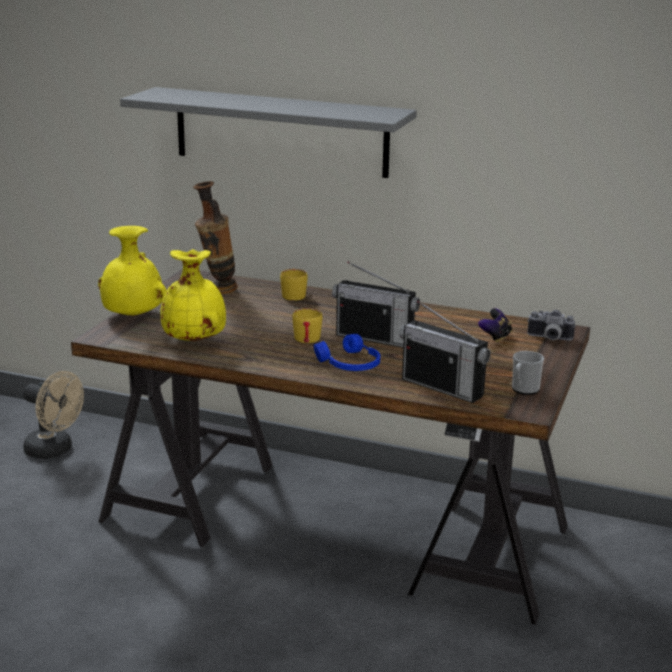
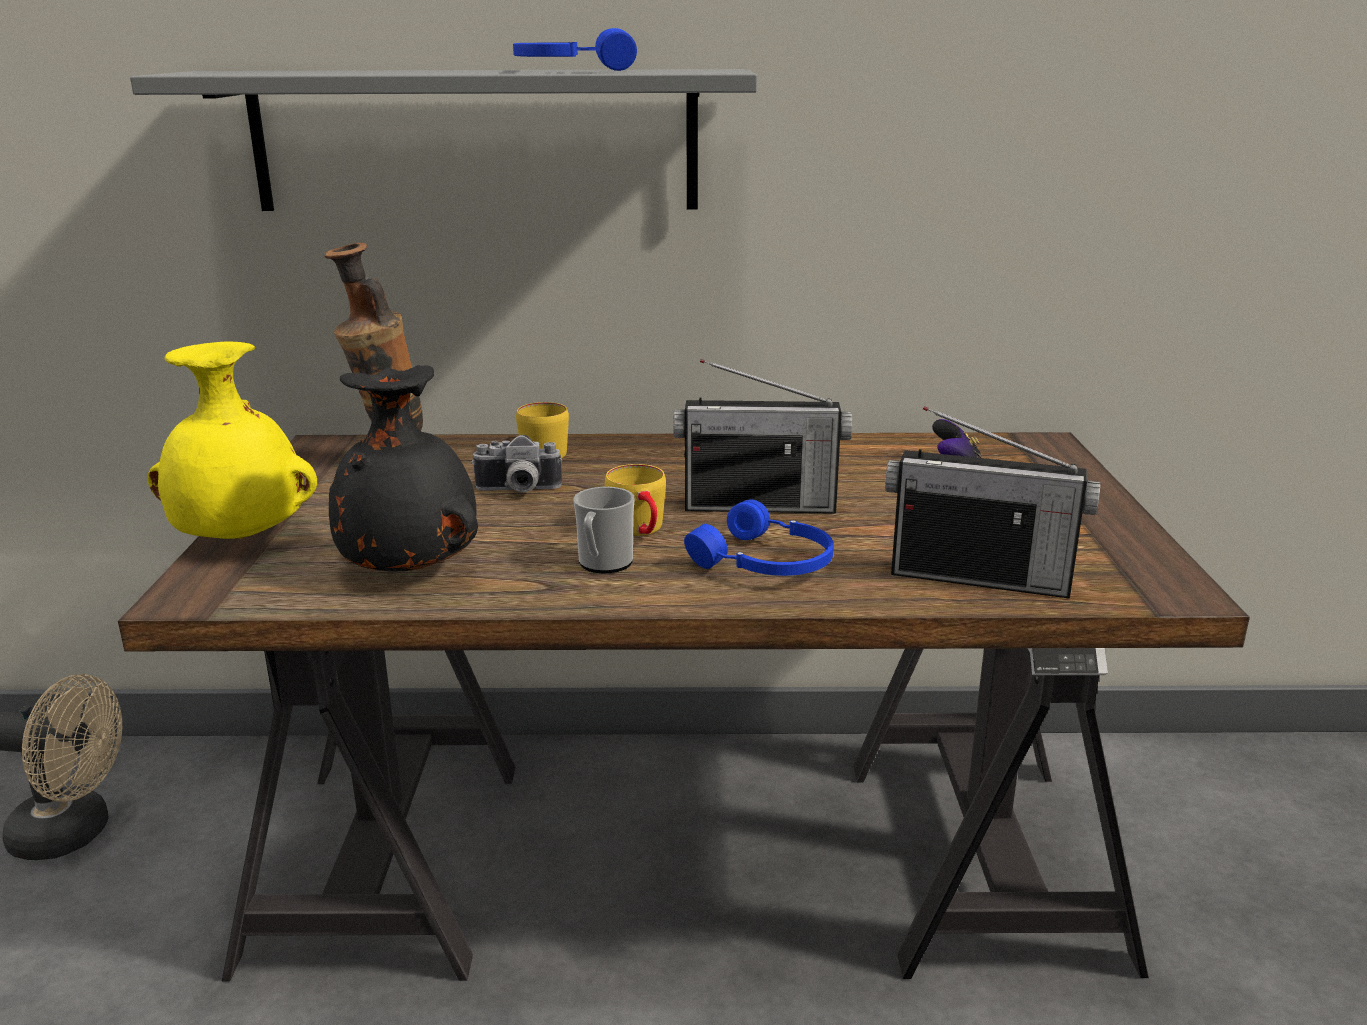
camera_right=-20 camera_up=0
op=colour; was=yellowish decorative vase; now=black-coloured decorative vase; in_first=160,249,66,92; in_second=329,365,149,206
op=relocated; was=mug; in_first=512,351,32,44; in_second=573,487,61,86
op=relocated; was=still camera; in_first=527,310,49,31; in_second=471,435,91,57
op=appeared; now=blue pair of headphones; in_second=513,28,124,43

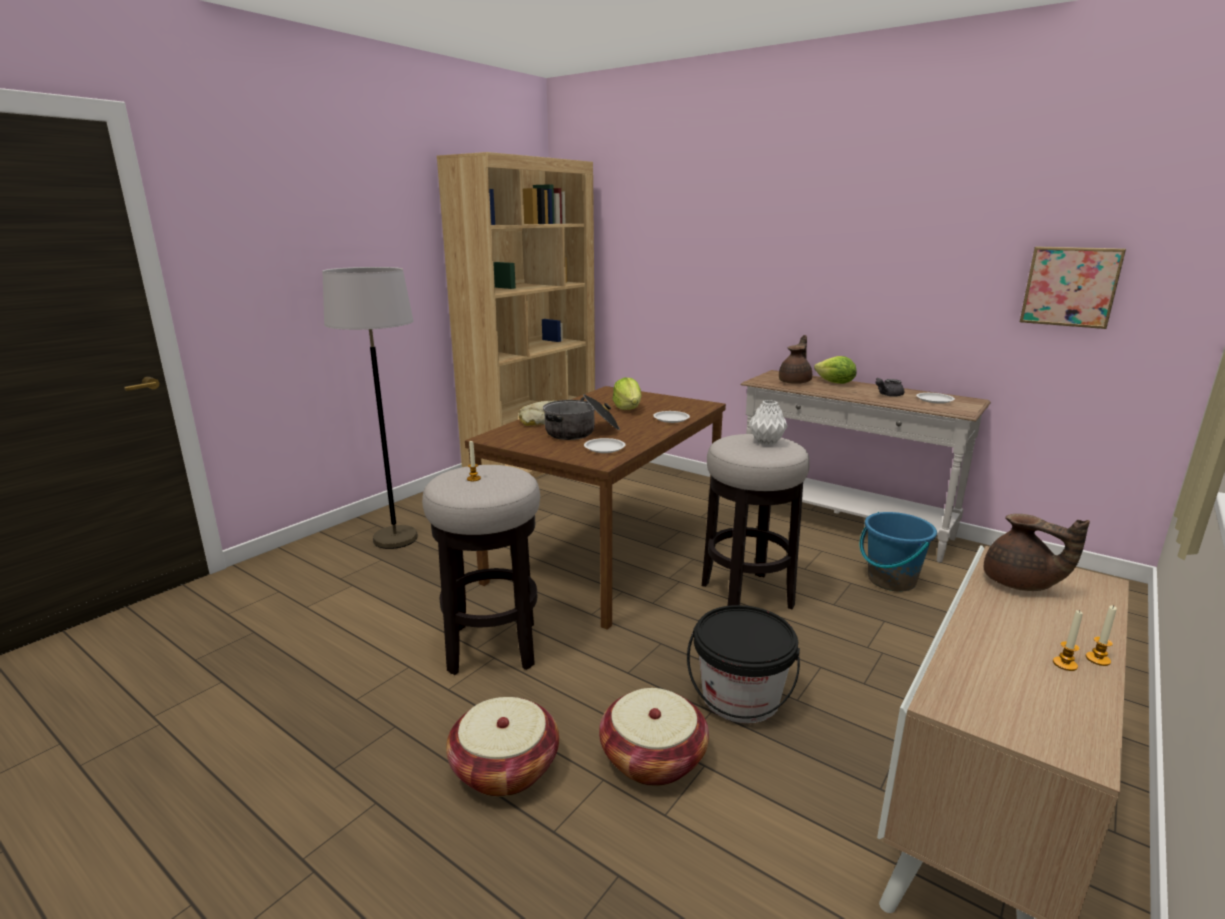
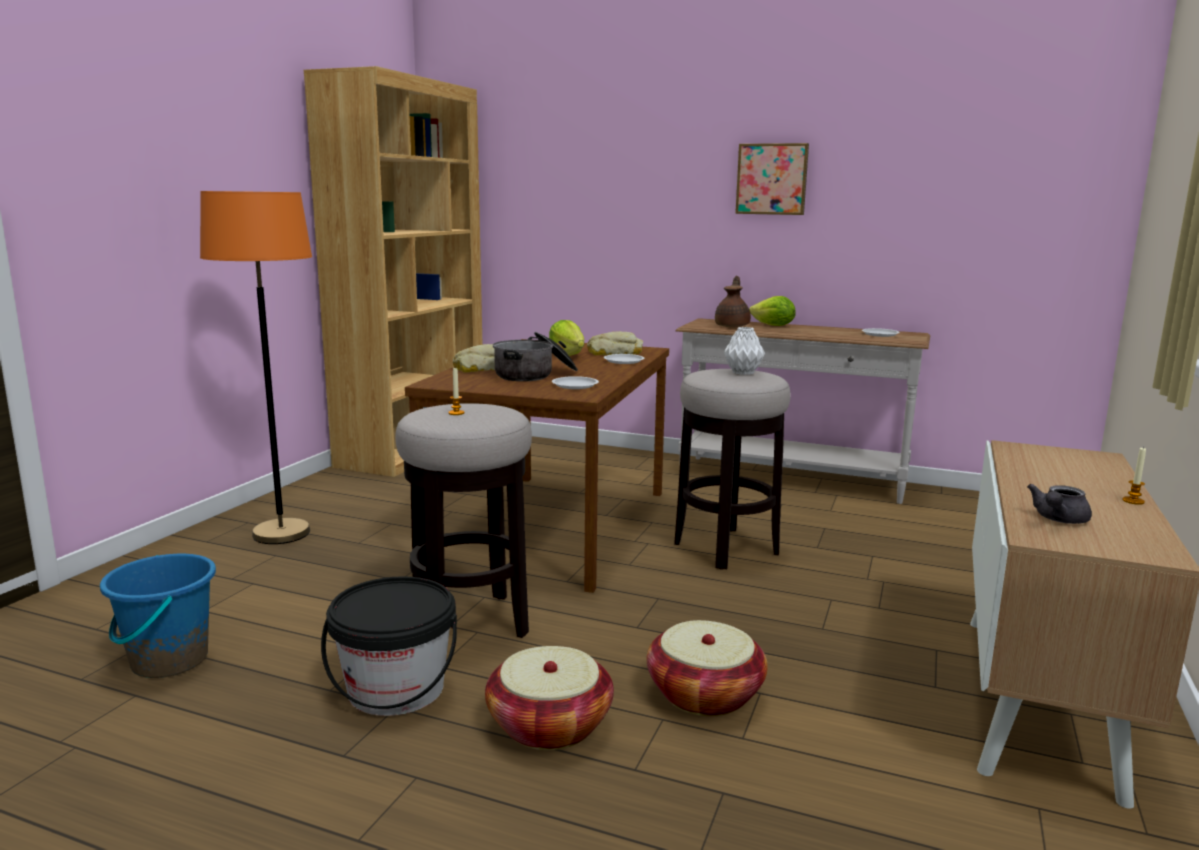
camera_right=-15 camera_up=-5
op=colour; was=grey standard lamp; now=orange standard lamp; in_first=322,267,96,282; in_second=200,191,112,353
op=relocated; was=black-coloured pail; in_first=687,605,113,118; in_second=321,576,136,140
op=relocated; was=blue pail; in_first=860,512,77,80; in_second=100,554,116,124
op=relocated; was=grey tea pot; in_first=876,378,28,19; in_second=1027,484,65,40
op=missing; was=brownish tea pot; in_first=984,514,106,77
op=relocated; was=wall picture; in_first=1020,246,106,83; in_second=735,143,74,72
op=missing; was=wax light; in_first=1053,610,30,61
op=appeared; now=bakery bread; in_second=587,331,56,24

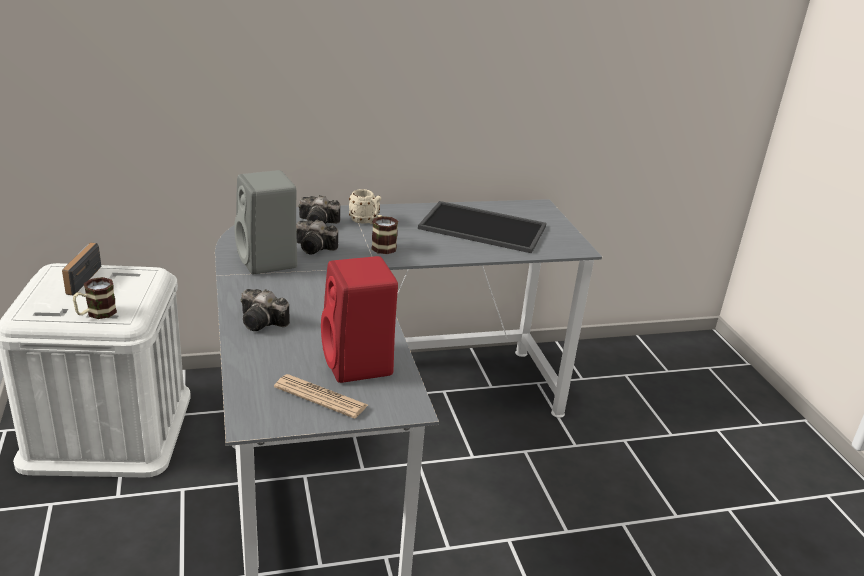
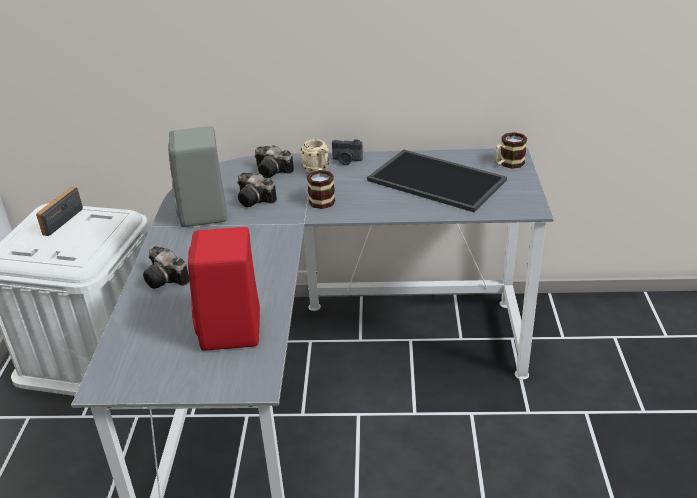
camera_right=20 camera_up=5
op=relocated; was=mug; in_first=73,277,44,42; in_second=495,132,32,37
op=missing; was=printed paper; in_first=274,374,94,44
op=appeared; now=still camera; in_second=332,139,31,26

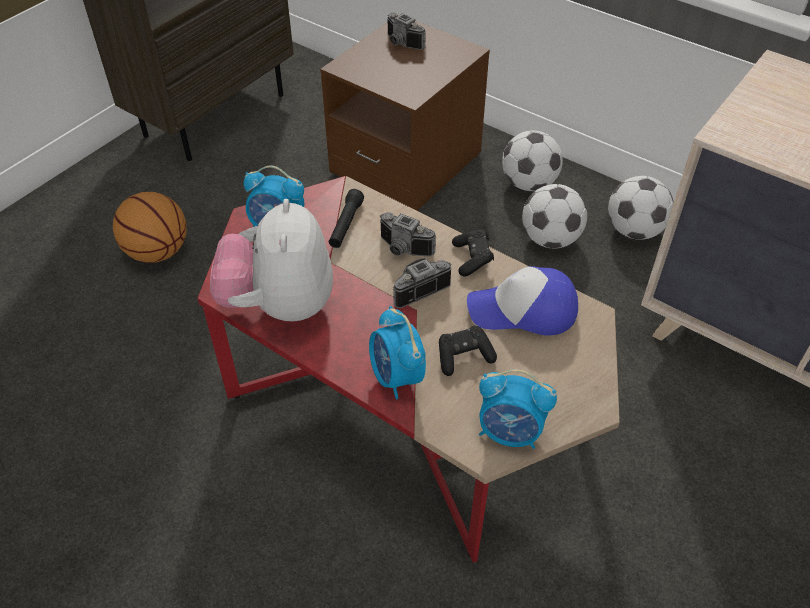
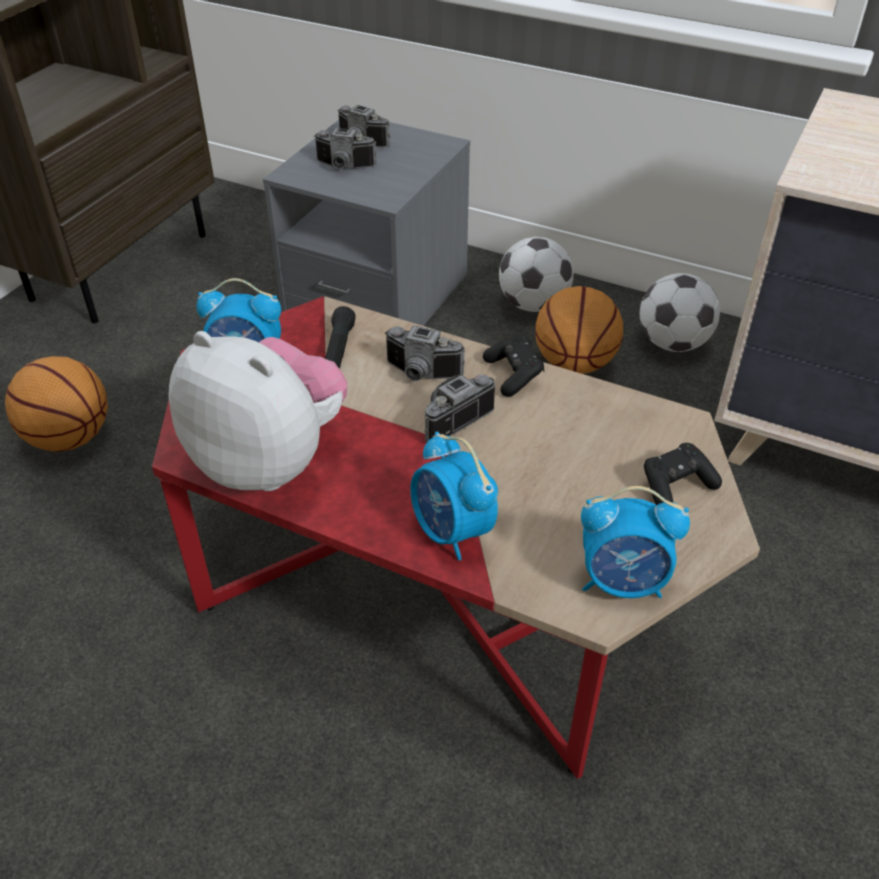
camera_right=-10 camera_up=-5
op=spun; was=cuddly toy; in_first=210,199,123,123; in_second=168,331,179,160; clockwise=135
op=colour; was=brownish bedside table; now=grey bedside table; in_first=320,14,170,197; in_second=263,120,207,206
op=relocated; was=black-coloured joypad; in_first=439,326,58,50; in_second=644,443,78,62
op=missing; was=baseball cap; in_first=467,266,111,70
op=exchanged; was=football ball; now=basketball ball; in_first=522,184,65,65; in_second=535,286,88,88
op=appeared; now=still camera; in_second=314,128,63,41

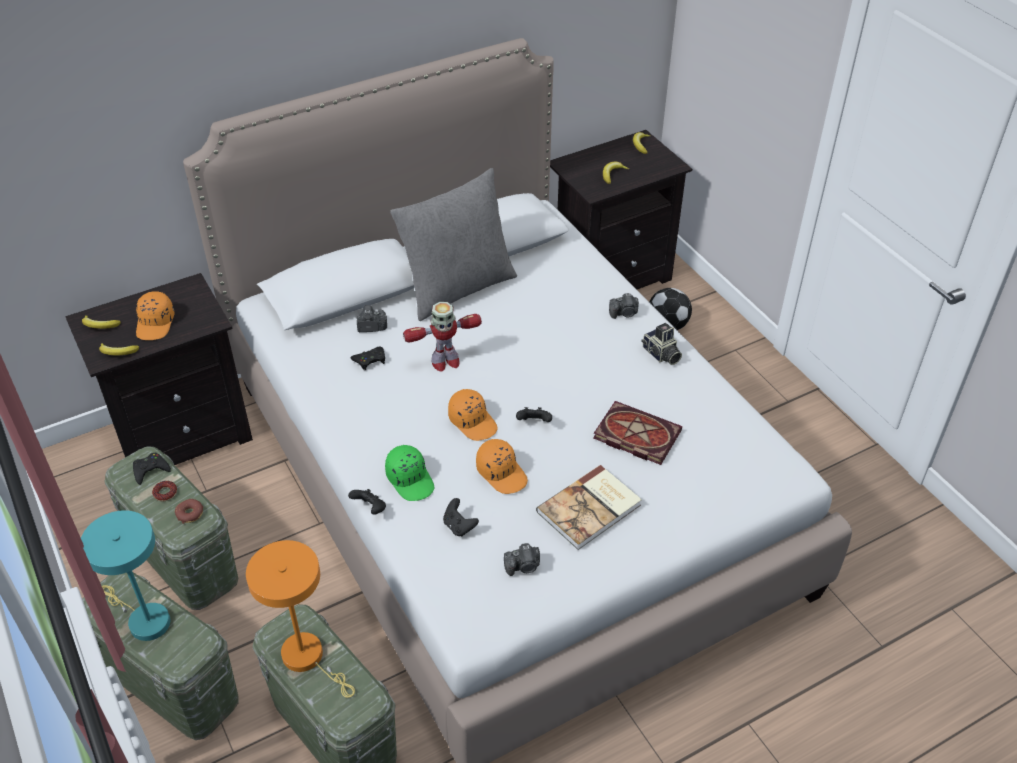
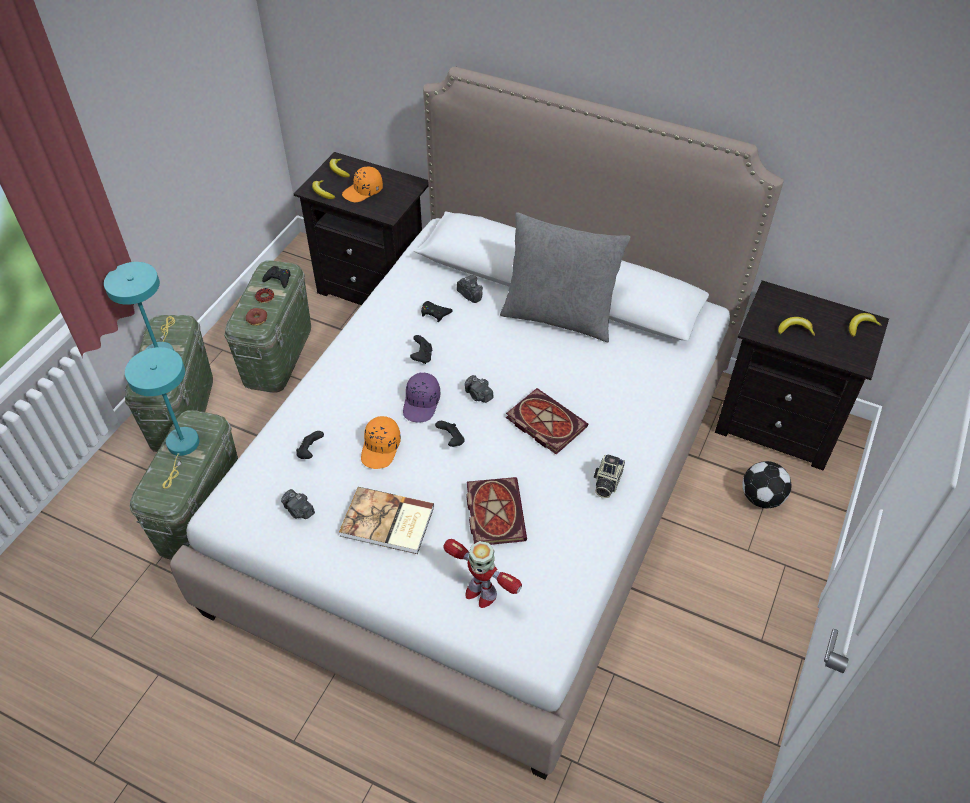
camera_right=55 camera_up=5
op=colour; was=orange table lamp; now=turquoise table lamp; in_first=246,540,109,158; in_second=125,347,74,142
op=relocated; was=black-coloured joypad; in_first=348,489,38,26; in_second=410,335,22,29
op=missing; was=green-coloured baseball cap; in_first=385,445,49,56
op=relocated; was=model robot; in_first=403,302,79,70; in_second=443,539,79,69
op=colour; was=orange baseball cap; now=purple-coloured baseball cap; in_first=448,389,50,52; in_second=403,373,37,50
op=relocated; was=still camera; in_first=609,293,30,26; in_second=464,375,29,28
op=appeared; now=book; in_second=506,388,82,66

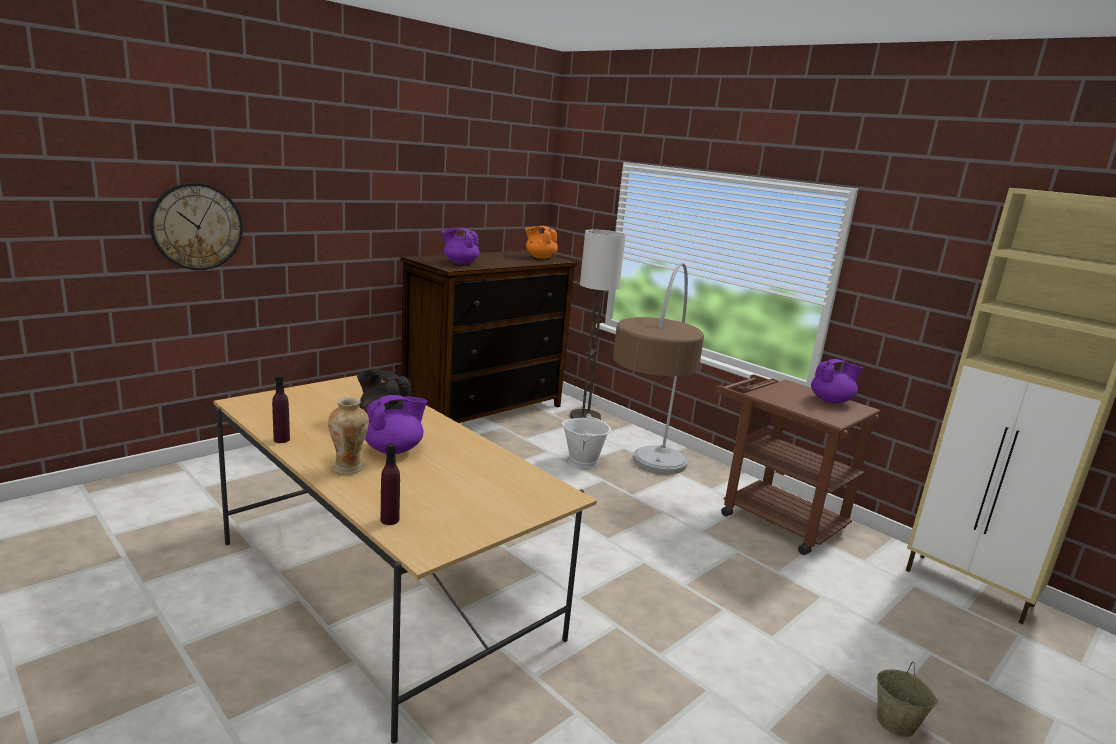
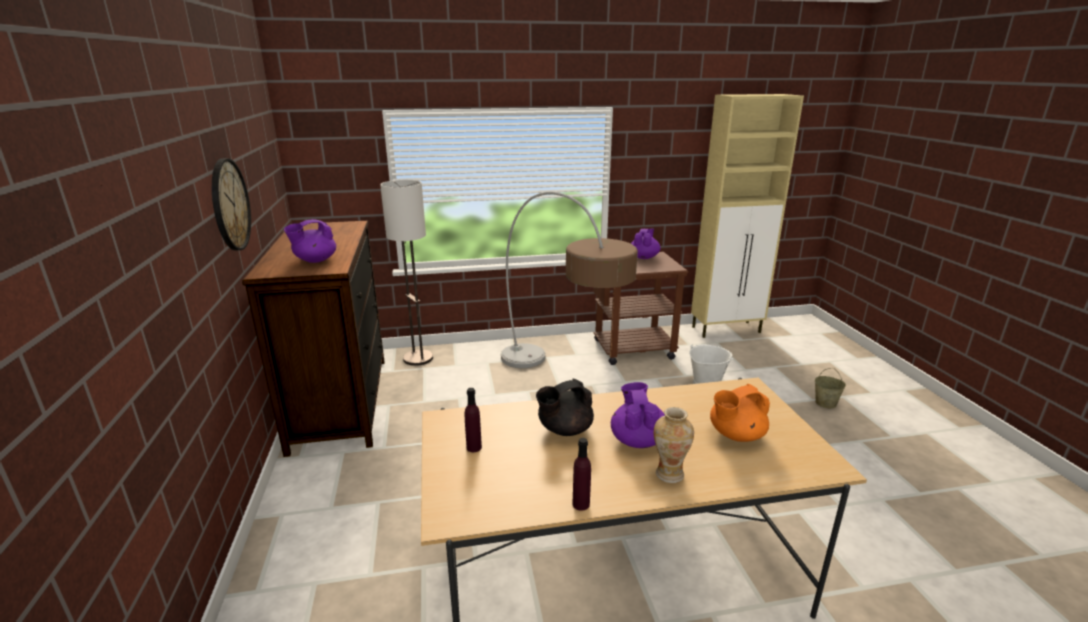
camera_right=-55 camera_up=5
op=relocated; was=wall clock; in_first=149,183,94,87; in_second=212,158,39,92
op=relocated; was=purple-coloured drink bottle; in_first=381,443,19,82; in_second=465,388,17,64
op=relocated; was=orange tea pot; in_first=525,226,33,33; in_second=710,384,60,58
op=relocated; was=white pail; in_first=562,414,49,54; in_second=689,344,44,40

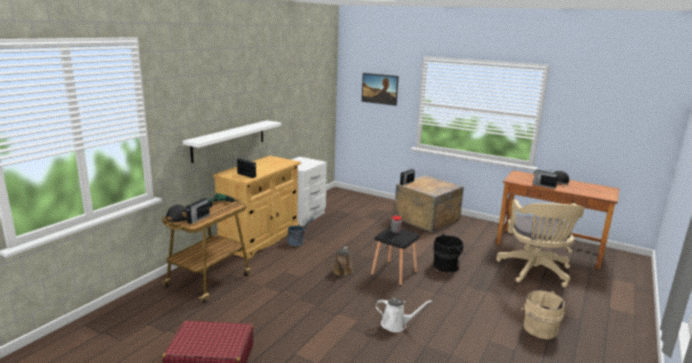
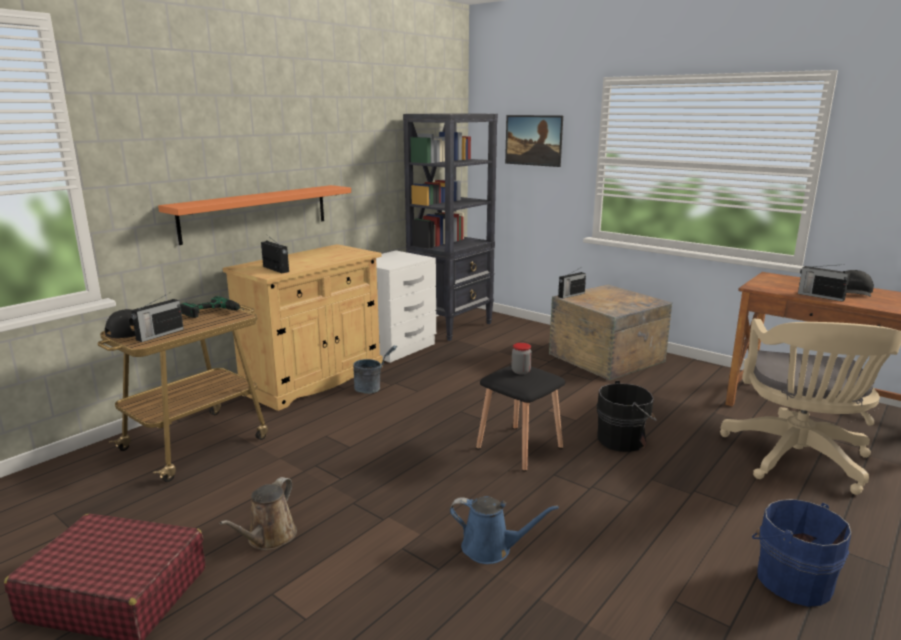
camera_right=10 camera_up=0
op=colour; was=white wall shelf; now=orange wall shelf; in_first=183,120,98,43; in_second=158,185,193,60
op=relocated; was=brownish sprinkling can; in_first=333,246,21,30; in_second=219,477,78,73
op=colour; was=white sprinkling can; now=blue sprinkling can; in_first=376,298,56,34; in_second=450,496,109,68
op=colour; was=sand-coloured pail; now=blue pail; in_first=522,290,43,49; in_second=752,499,99,108
op=appeared; now=black-coloured shelving unit; in_second=403,113,95,228

